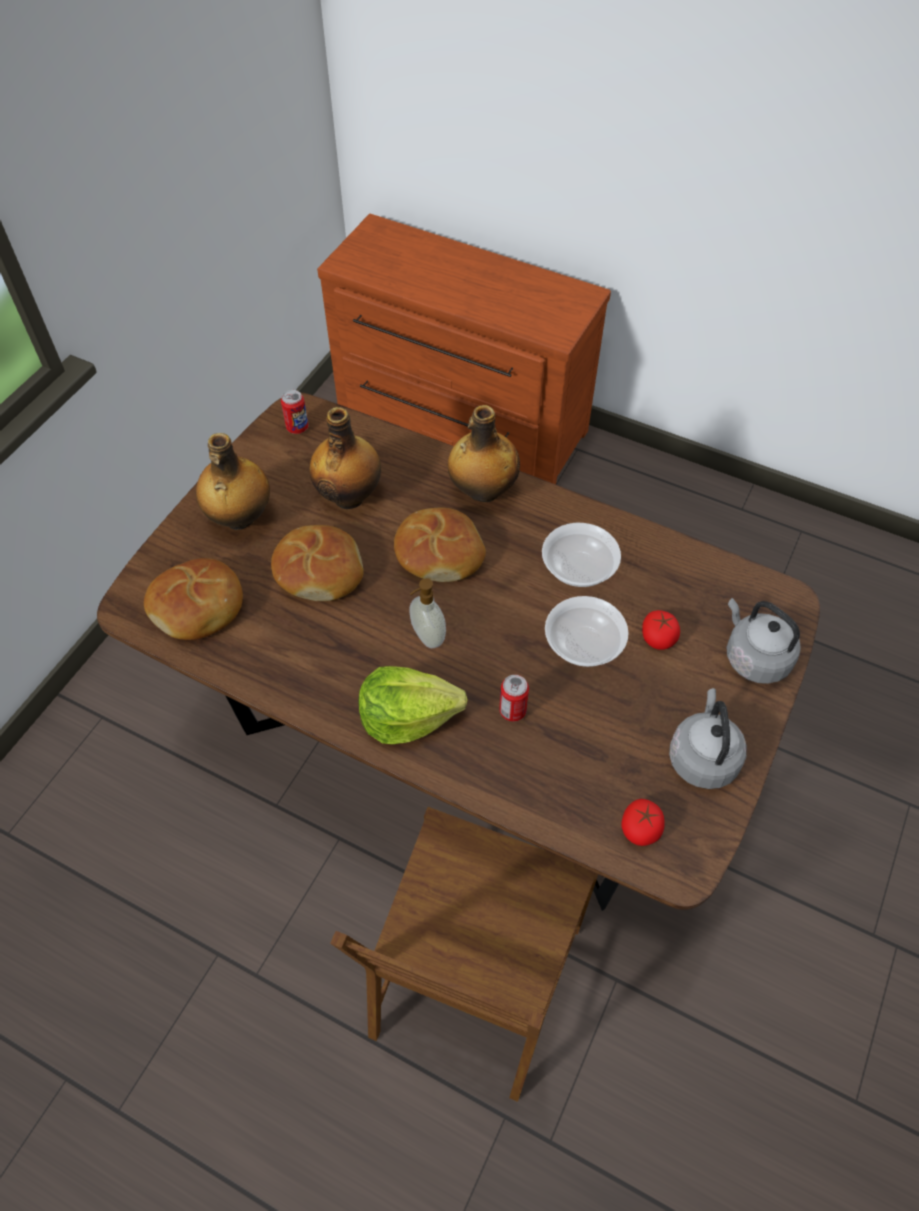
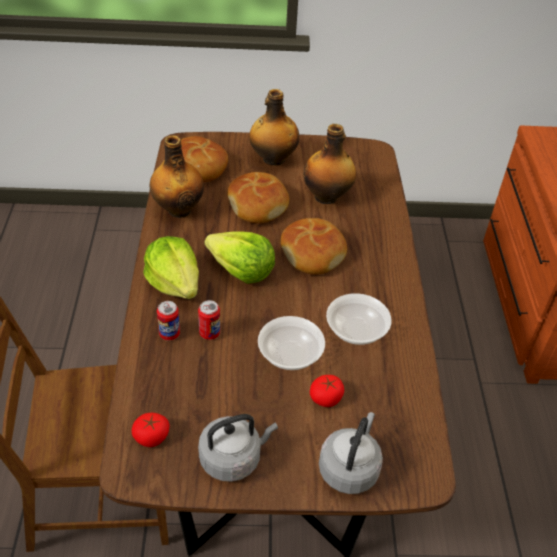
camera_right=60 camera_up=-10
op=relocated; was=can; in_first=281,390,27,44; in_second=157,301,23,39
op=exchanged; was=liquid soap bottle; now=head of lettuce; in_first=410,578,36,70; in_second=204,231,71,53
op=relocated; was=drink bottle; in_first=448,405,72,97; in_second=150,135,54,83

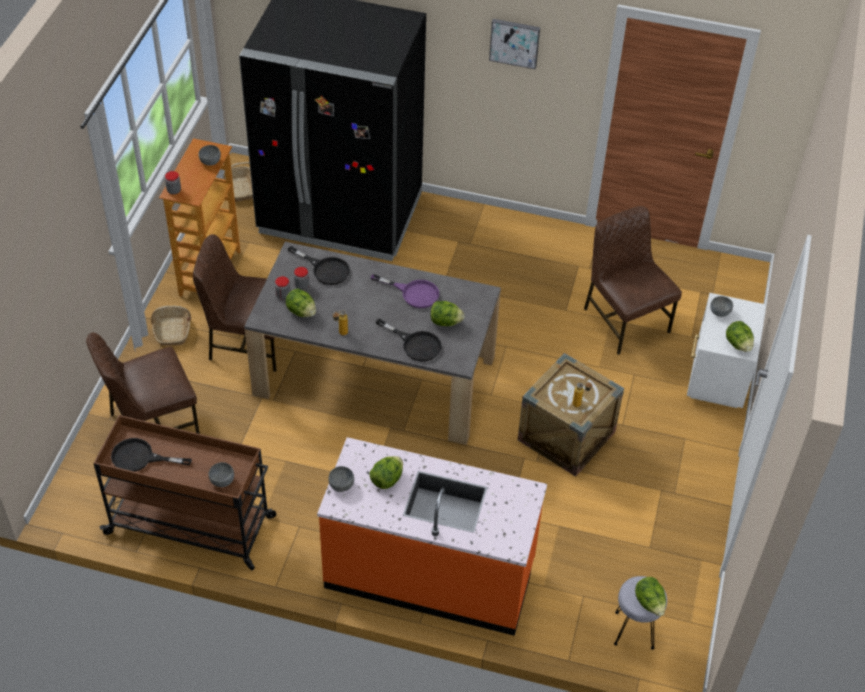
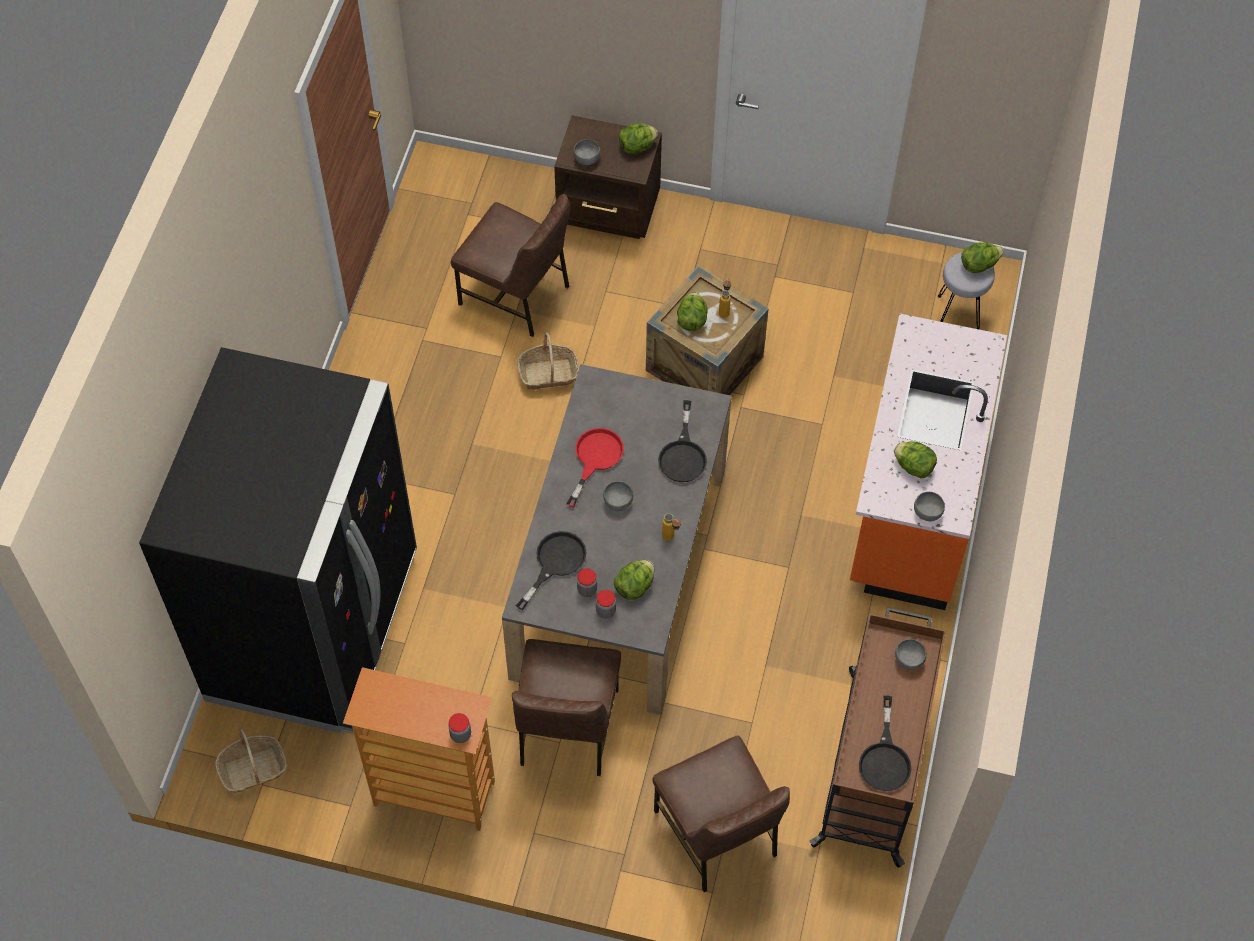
camera_right=-90 camera_up=10
op=relocated; was=storage basket; in_first=151,306,40,40; in_second=517,332,62,58
op=relocated; was=grey bowl; in_first=199,145,22,21; in_second=603,481,30,30
op=colour; was=purple-coloured skillet; now=reddish skillet; in_first=371,274,68,34; in_second=566,428,58,79
op=spun; was=black-coloured skillet; in_first=376,318,66,44; in_second=658,400,49,82; clockwise=150
op=relocated; was=head of lettuce; in_first=430,301,34,25; in_second=677,292,31,39
op=missing; was=wall picture; in_first=489,19,51,50
op=spun; was=brownish upright chair; in_first=584,206,98,149; in_second=451,194,119,143; clockwise=-120
op=colour; was=white bedside table; now=brownish bedside table; in_first=687,293,79,115; in_second=554,115,108,124

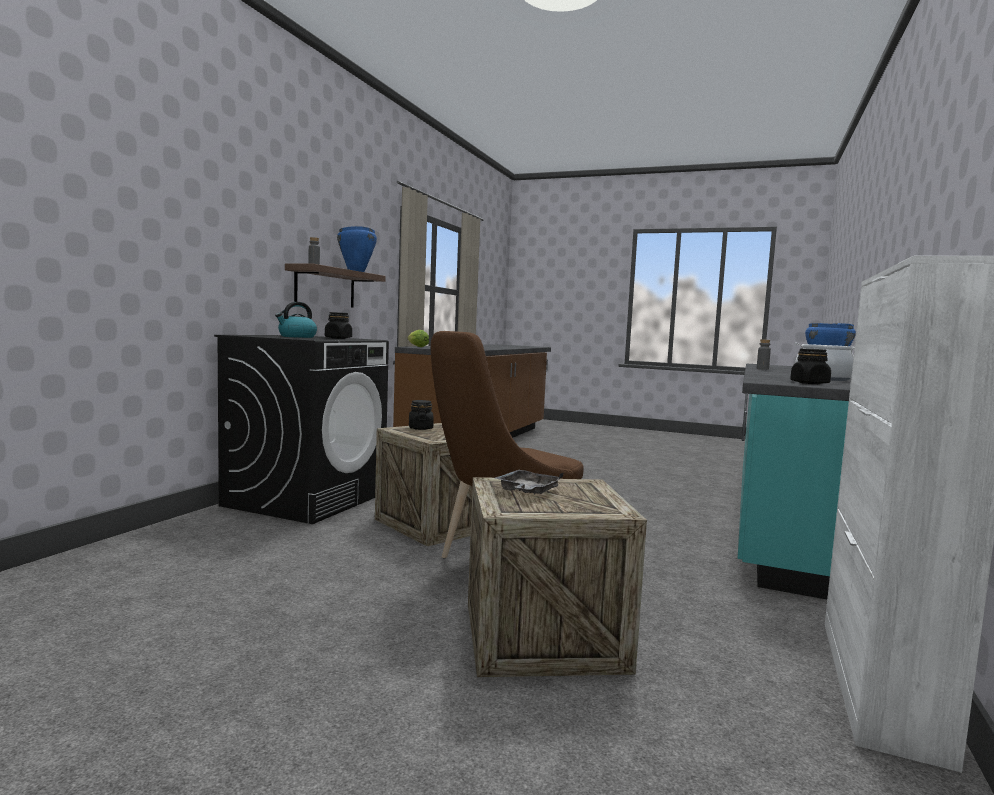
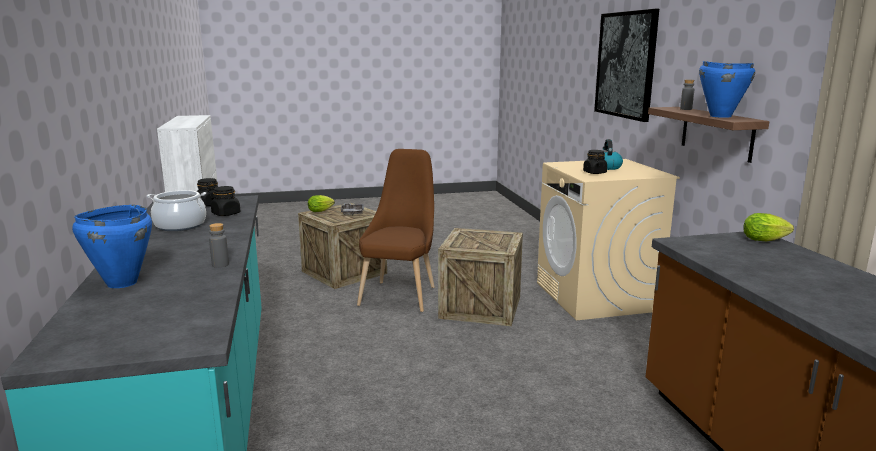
camera_right=145 camera_up=10
op=colour; was=black-coloured laundry machine; now=sand-coloured laundry machine; in_first=214,335,175,189; in_second=537,159,143,161
op=relocated; was=black-coloured storage jar; in_first=409,400,25,30; in_second=211,186,29,30
op=appeared; now=head of lettuce; in_second=308,195,27,17
op=appeared; now=wall picture; in_second=594,9,65,113

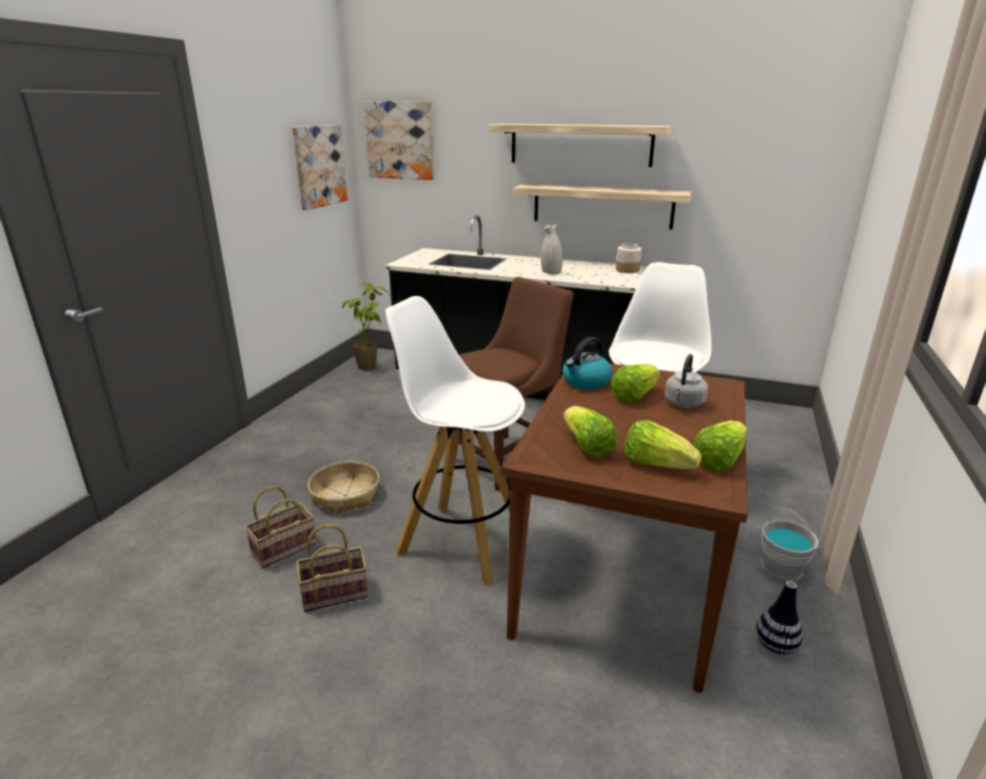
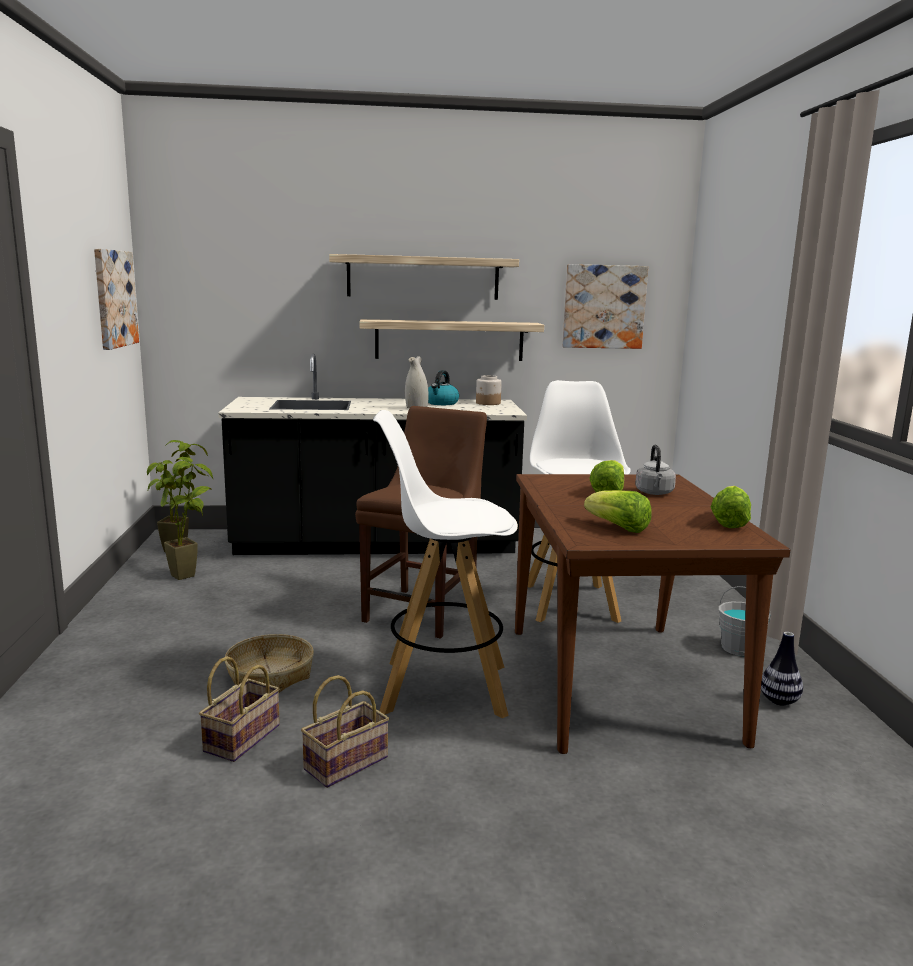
camera_right=-25 camera_up=-10
op=relocated; was=wall picture; in_first=364,101,70,79; in_second=562,264,86,85
op=relocated; was=tea kettle; in_first=563,337,49,53; in_second=428,370,31,35
op=missing; was=head of lettuce; in_first=624,420,78,49
op=appeared; now=potted plant; in_second=148,457,65,123

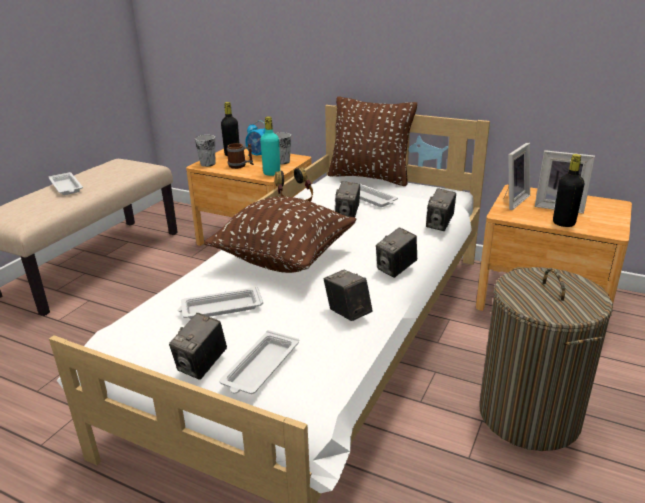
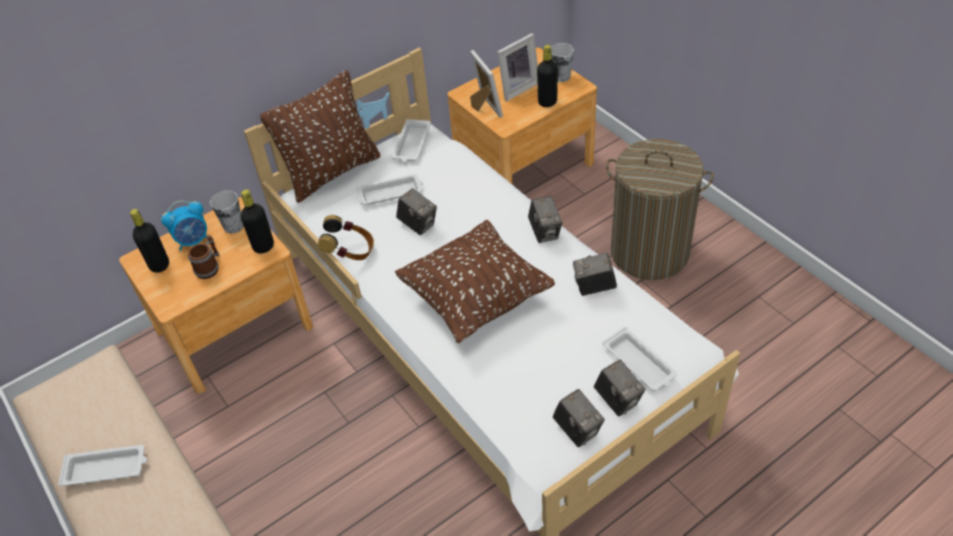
camera_right=-60 camera_up=20
op=relocated; was=white carrying tray; in_first=178,286,85,33; in_second=392,119,39,43
op=relocated; was=small cup; in_first=195,135,20,32; in_second=551,43,23,39
op=colour; was=turquoise drink bottle; now=black-coloured drink bottle; in_first=260,116,20,60; in_second=240,190,34,63
op=relocated; was=still camera; in_first=426,188,30,43; in_second=553,389,52,58

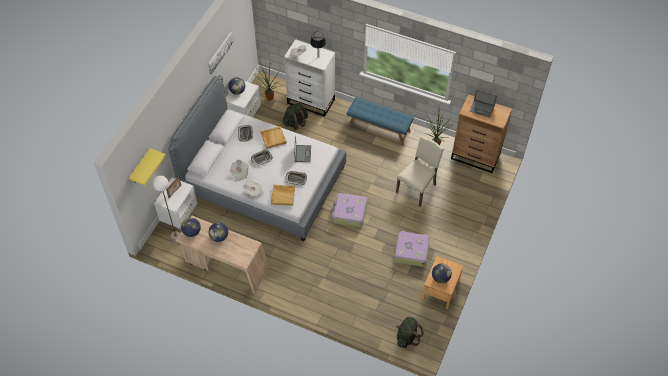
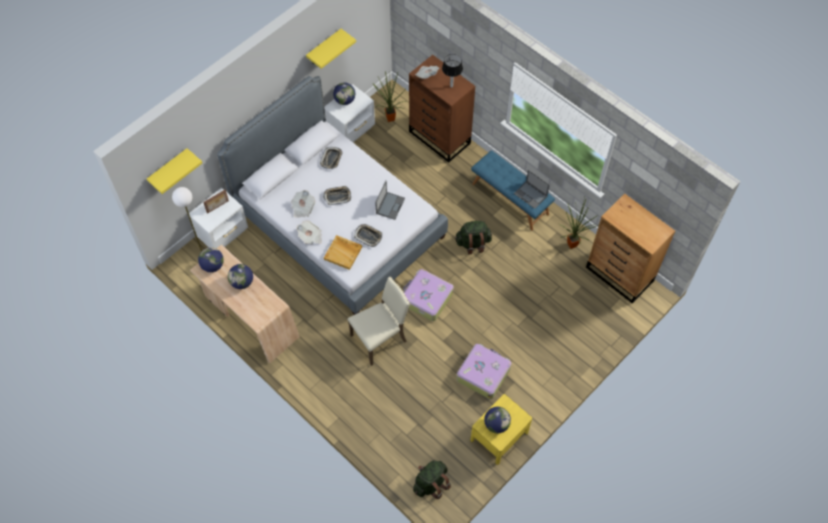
camera_right=20 camera_up=5
op=exchanged; was=wall picture; now=yellowish wall shelf; in_first=208,32,25,42; in_second=306,29,50,40
op=missing; was=sand-coloured carrying tray; in_first=260,126,27,23
op=relocated; was=green-coloured knapsack; in_first=283,103,25,27; in_second=455,221,37,34
op=colour; was=white chest of drawers; now=brownish chest of drawers; in_first=284,39,51,78; in_second=409,55,66,108
op=relocated; was=sand-coloured upright chair; in_first=396,136,48,71; in_second=348,277,62,89
op=colour; was=brownish bedside table; now=yellowish bedside table; in_first=422,256,41,53; in_second=470,394,62,71
op=relocated; was=laptop; in_first=470,89,27,29; in_second=514,170,36,39

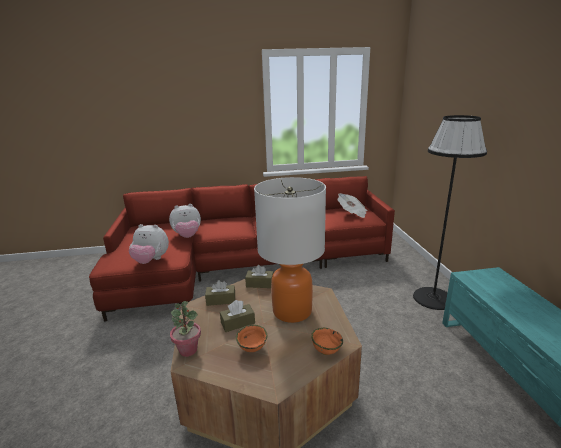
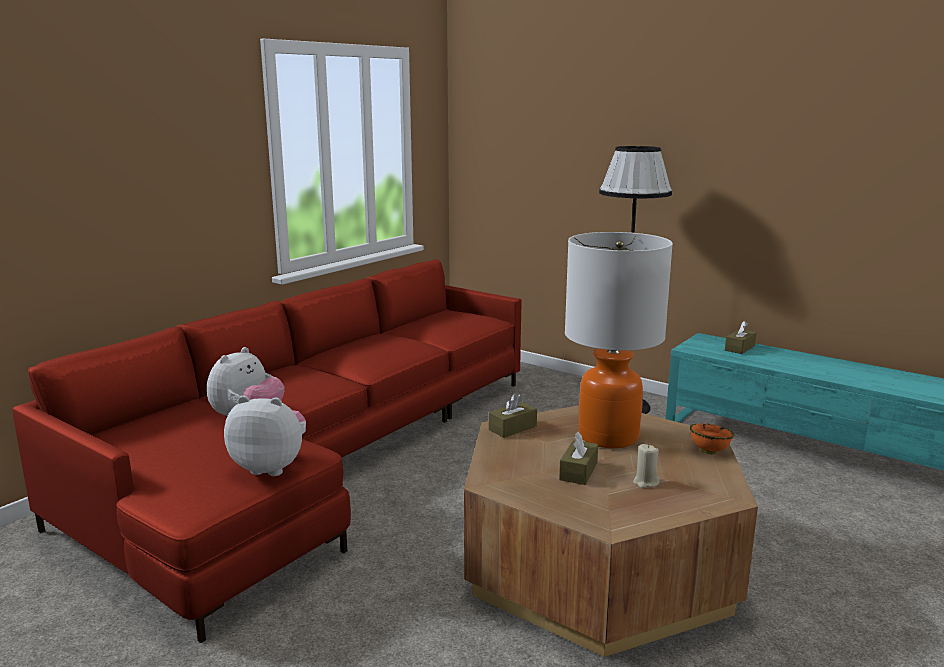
camera_right=-45 camera_up=-5
op=spun; was=cuddly toy; in_first=129,224,40,40; in_second=224,396,82,80; clockwise=-135
op=missing; was=potted plant; in_first=170,301,31,56
op=relocated; was=brownish tissue holder; in_first=205,280,30,26; in_second=725,321,31,33
op=exchanged; was=orange bowl; now=sand-coloured wax light; in_first=236,325,31,27; in_second=633,444,27,44
op=missing; was=printed paper; in_first=337,193,30,25

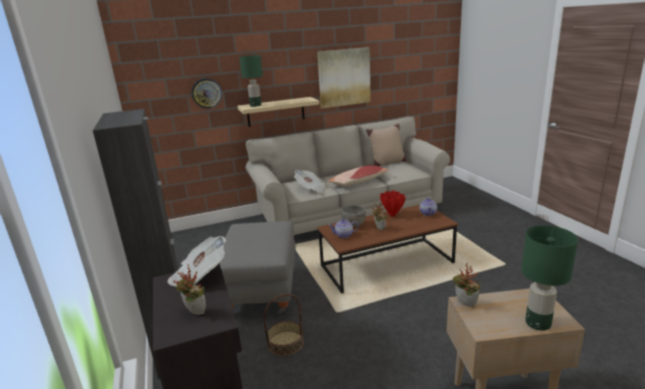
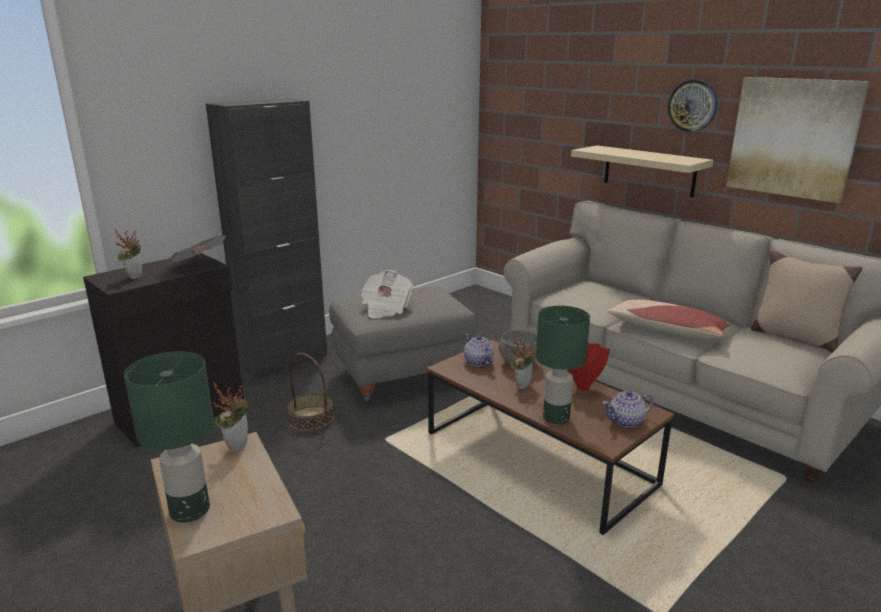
camera_right=65 camera_up=0
op=relocated; was=wall clock; in_first=192,78,30,31; in_second=667,79,51,53
op=relocated; was=green-coloured table lamp; in_first=239,55,24,52; in_second=536,306,54,118
op=relocated; was=printed paper; in_first=294,170,31,23; in_second=360,270,53,48

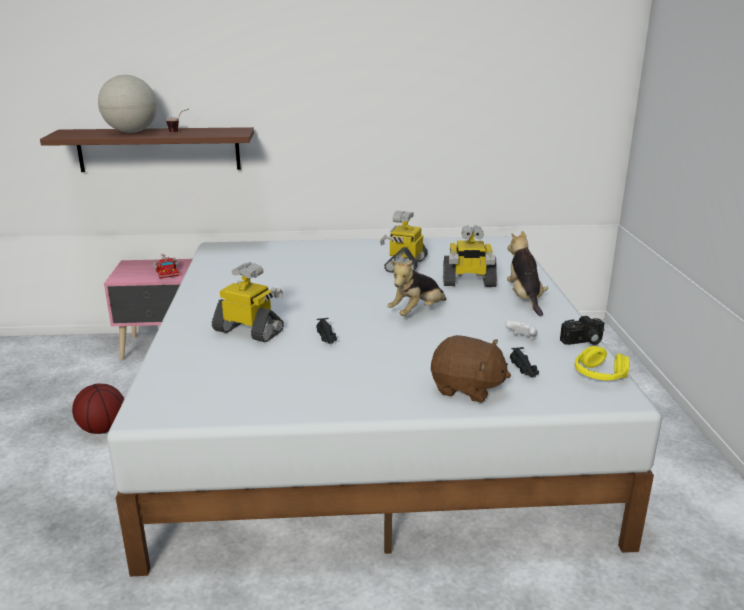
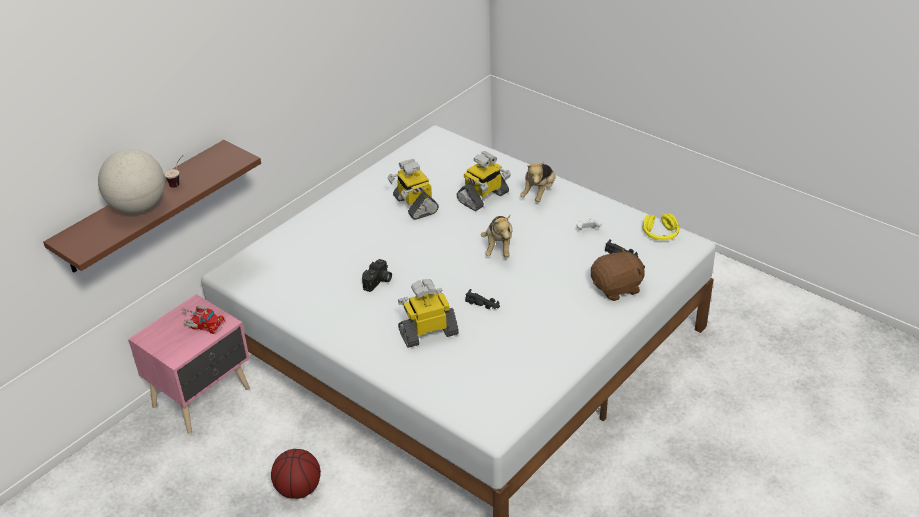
camera_right=-45 camera_up=15
op=spun; was=cuddly toy; in_first=507,231,41,85; in_second=520,161,35,41; clockwise=-105
op=relocated; was=still camera; in_first=560,316,44,29; in_second=362,259,30,33

